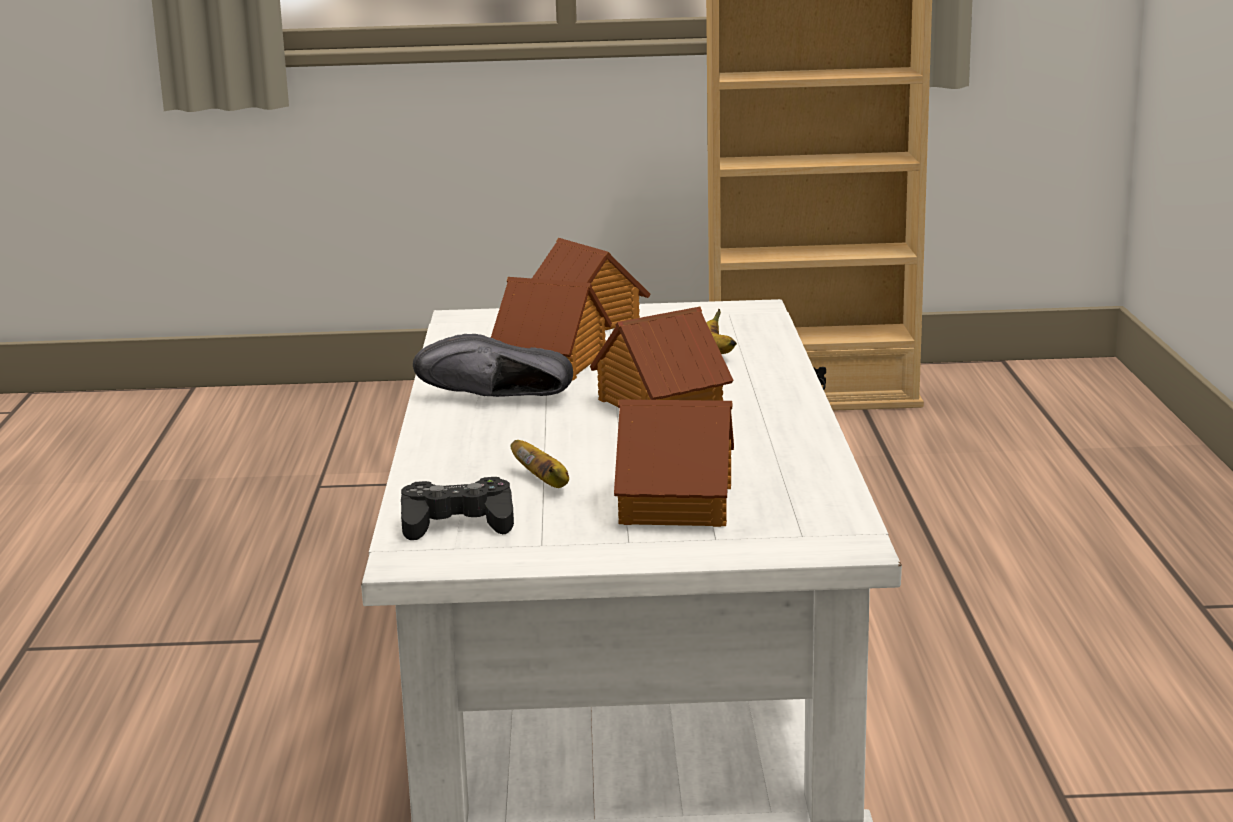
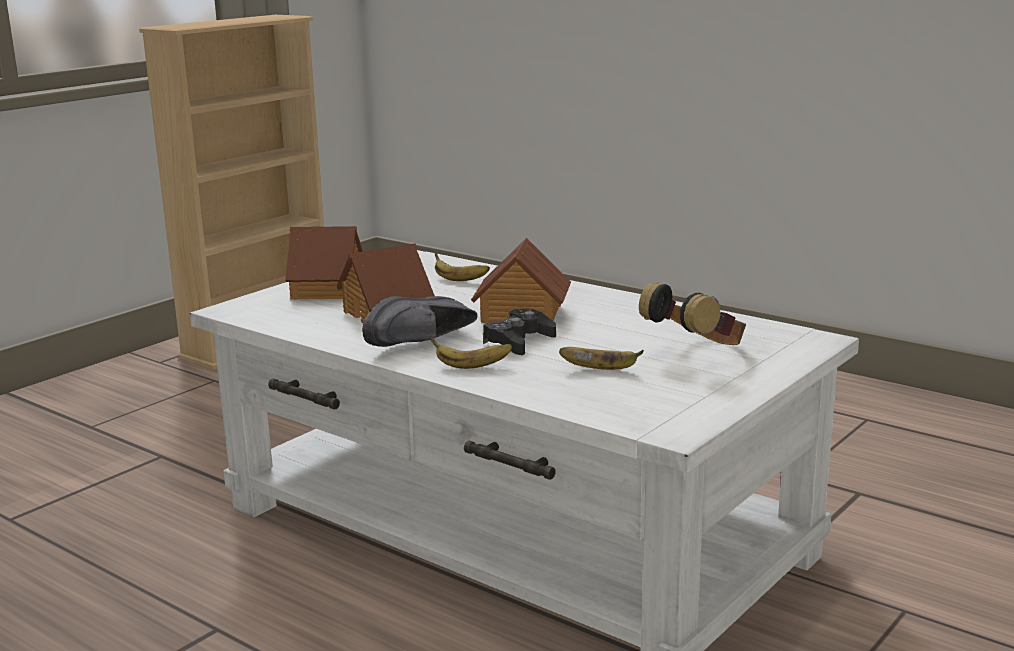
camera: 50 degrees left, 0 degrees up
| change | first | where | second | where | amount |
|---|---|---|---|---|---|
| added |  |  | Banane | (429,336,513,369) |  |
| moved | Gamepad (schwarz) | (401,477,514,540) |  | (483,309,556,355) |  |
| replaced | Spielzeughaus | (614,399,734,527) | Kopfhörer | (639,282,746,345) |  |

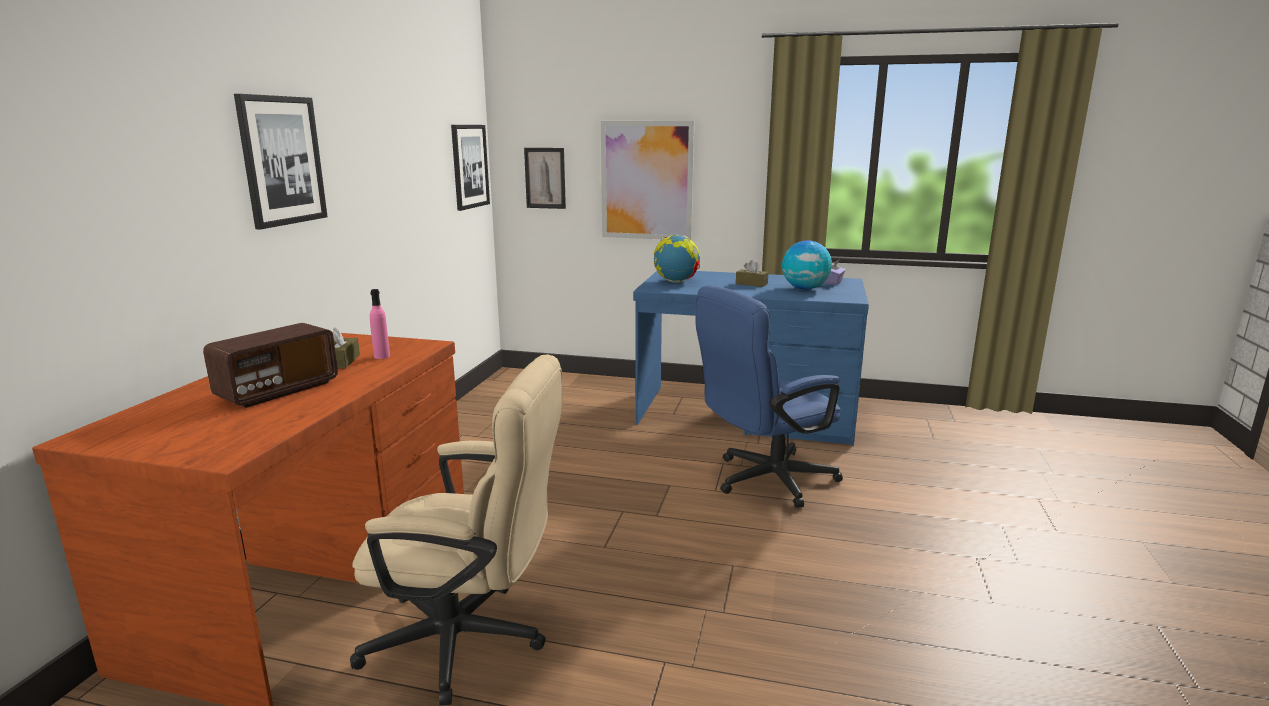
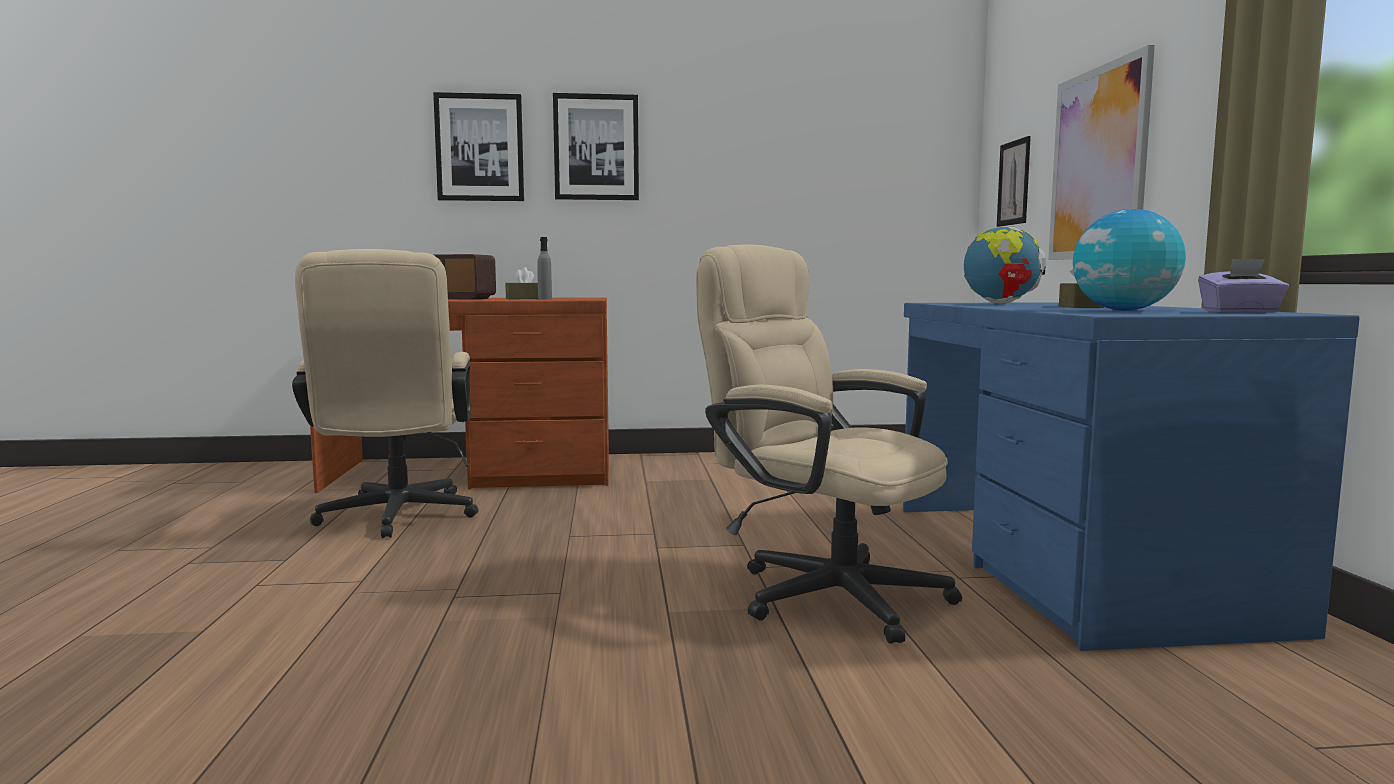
camera: 70 degrees right, 10 degrees down
| change | first | where | second | where | amount |
|---|---|---|---|---|---|
| moved | Bild | (451,125,490,211) |  | (433,92,524,201) |  |
| recoloured | Flasche (rosa) | (370,289,390,359) | Flasche (grau) | (537,237,552,300) |  |
| recoloured | Bürostuhl (blau) | (695,285,843,508) | Bürostuhl (beige) | (696,245,962,644) |  |

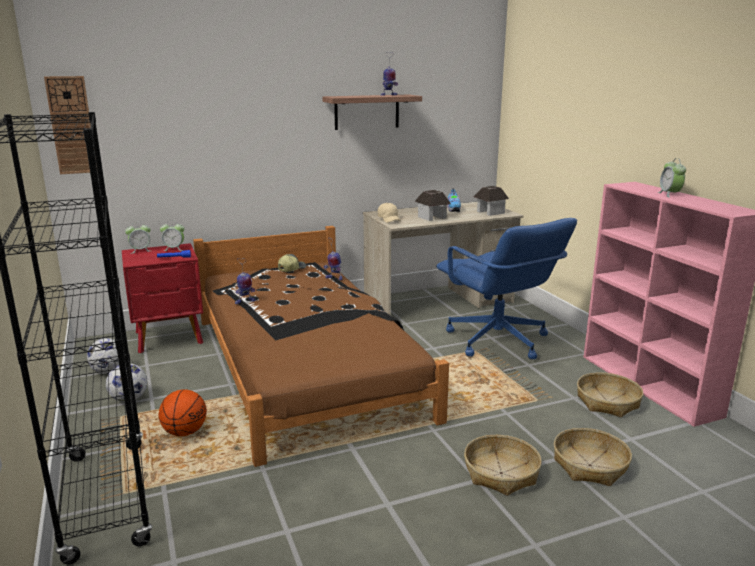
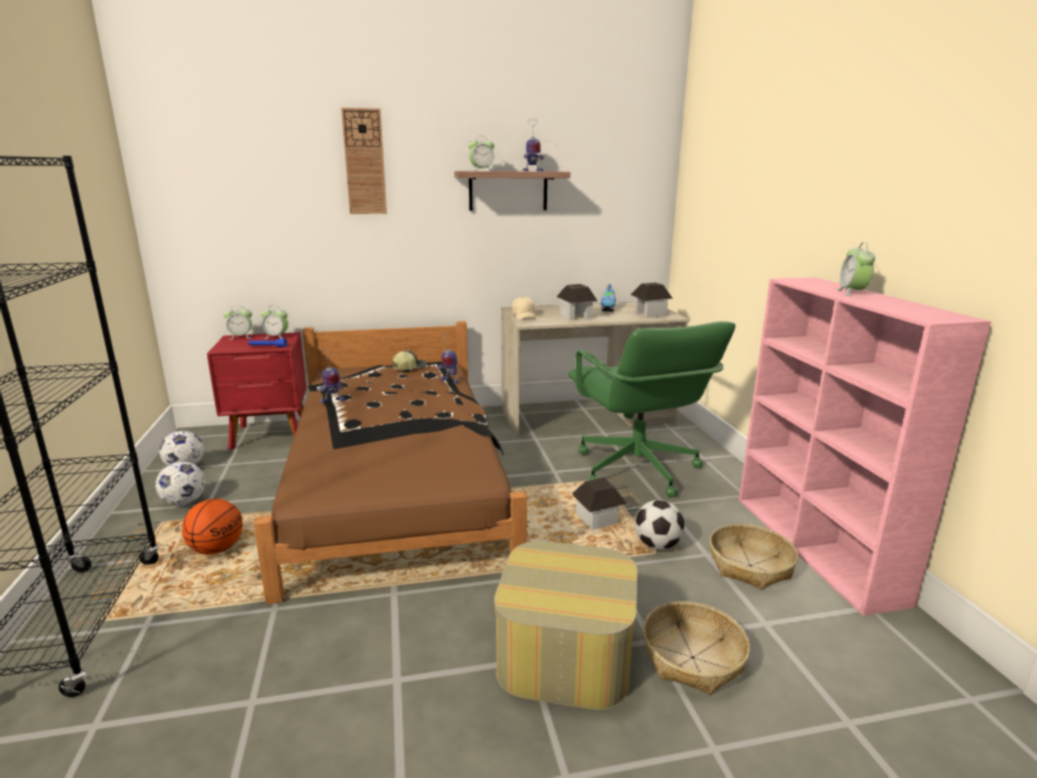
camera: 10 degrees right, 0 degrees up
| change | first | where | second | where | amount |
|---|---|---|---|---|---|
| added |  |  | Wecker | (468,136,494,171) |  |
| added |  |  | Spielzeughaus | (572,477,627,530) |  |
| added |  |  | Fußball | (635,500,685,550) |  |
| moved | Wanduhr | (44,76,96,174) |  | (341,108,387,214) |  |
| replaced | Korb | (464,435,542,496) | Polsterhocker | (494,541,638,710) |  |
| recoloured | Bürostuhl (blau) | (436,218,577,359) | Bürostuhl (grün) | (568,321,736,497) |  |

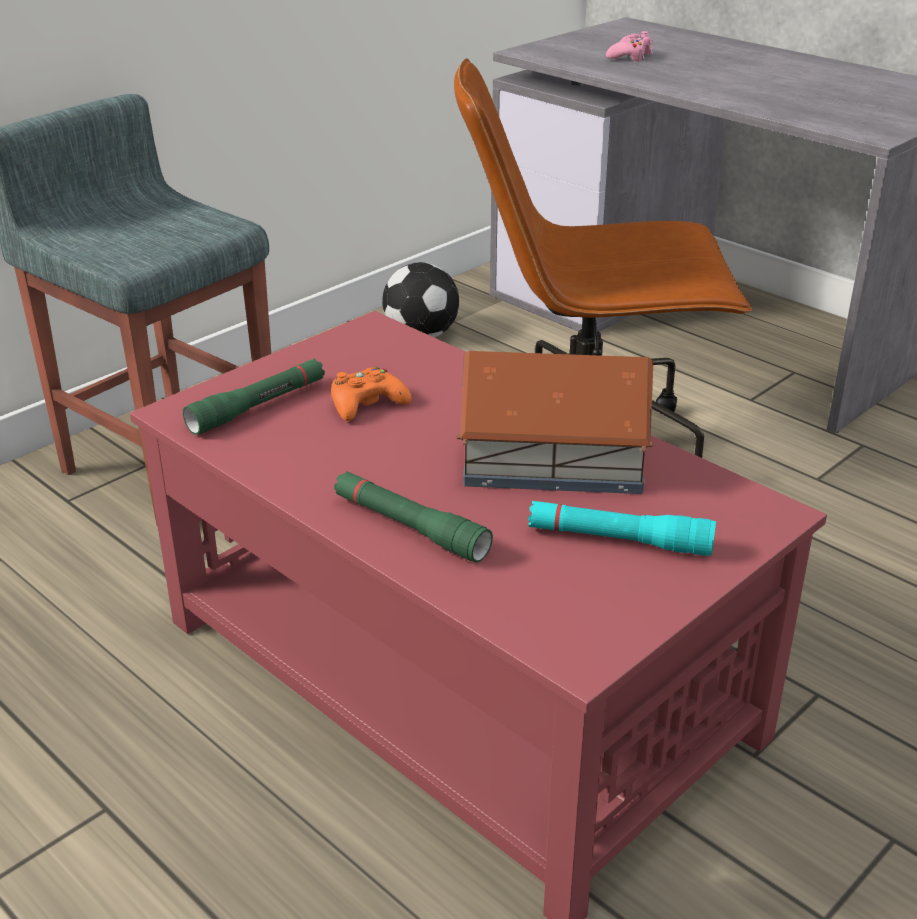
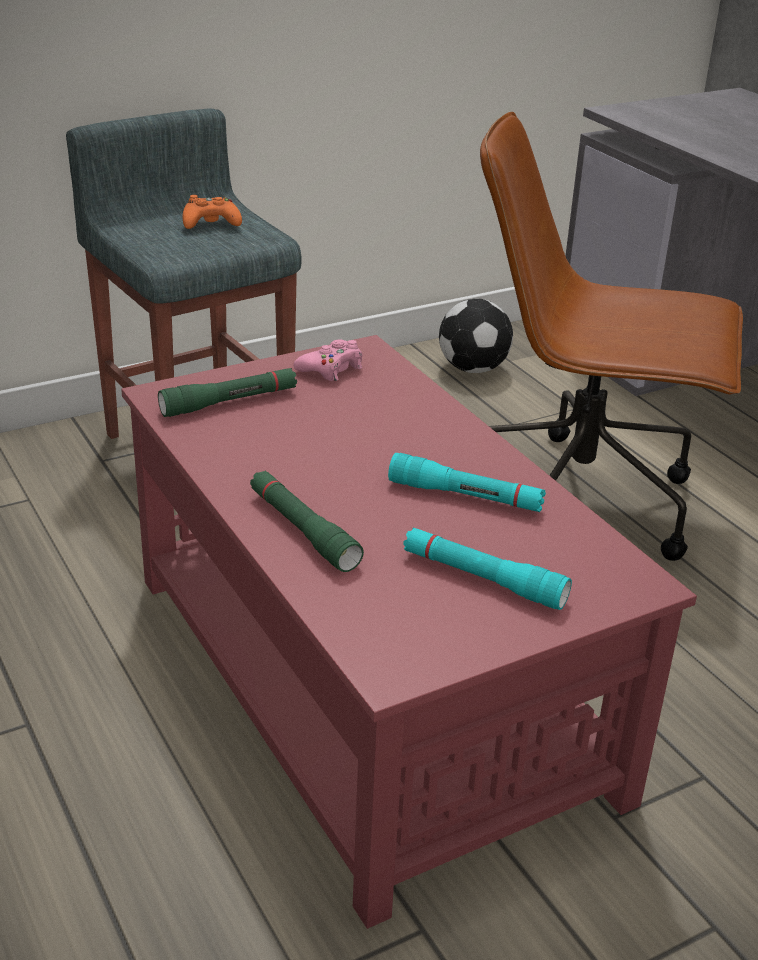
camera: 15 degrees right, 0 degrees up
| change | first | where | second | where | amount |
|---|---|---|---|---|---|
| moved | Gamepad (orange) | (331,366,411,421) |  | (182,195,242,229) |  |
| moved | Gamepad (rosa) | (606,31,652,62) |  | (294,339,362,381) |  |
| replaced | Spielzeughaus | (457,351,654,494) | Taschenlampe (türkis) | (388,453,546,512) |  |

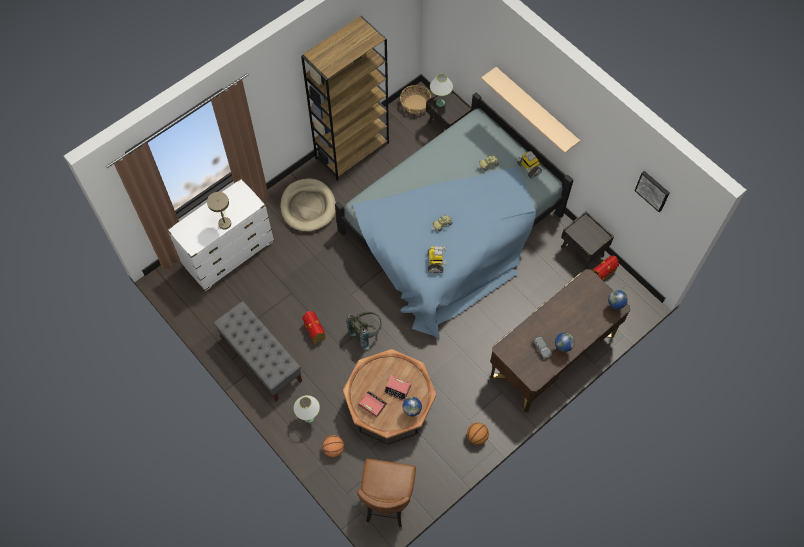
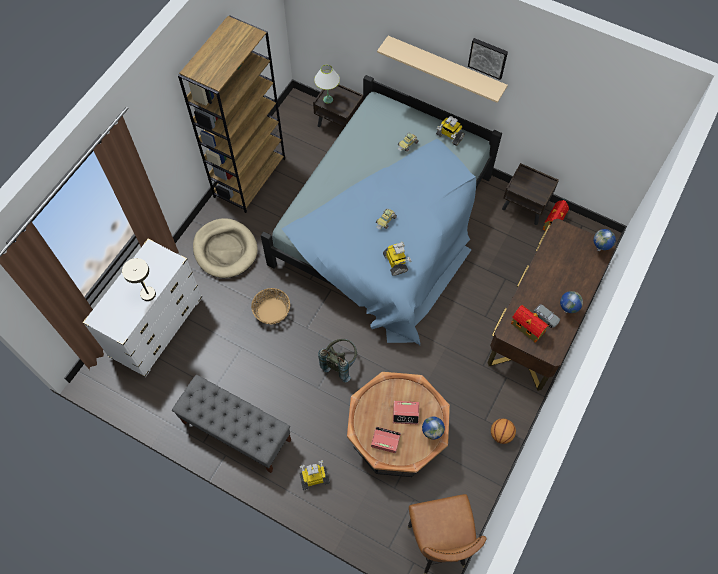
camera: 20 degrees left, 0 degrees up
| change | first | where | second | where | amount |
|---|---|---|---|---|---|
| removed | Basketball | (322,435,345,457) |  |  |  |
| moved | Spielzeughaus | (302,311,326,344) |  | (511,305,549,343) |  |
| moved | Korb | (400,85,431,114) |  | (251,288,290,324) |  |
| moved | Bild | (635,171,670,212) |  | (468,38,508,80) |  |
| replaced | Tischlampe (weiß) | (294,395,320,423) | Spielzeugroboter | (299,460,330,490) |  |

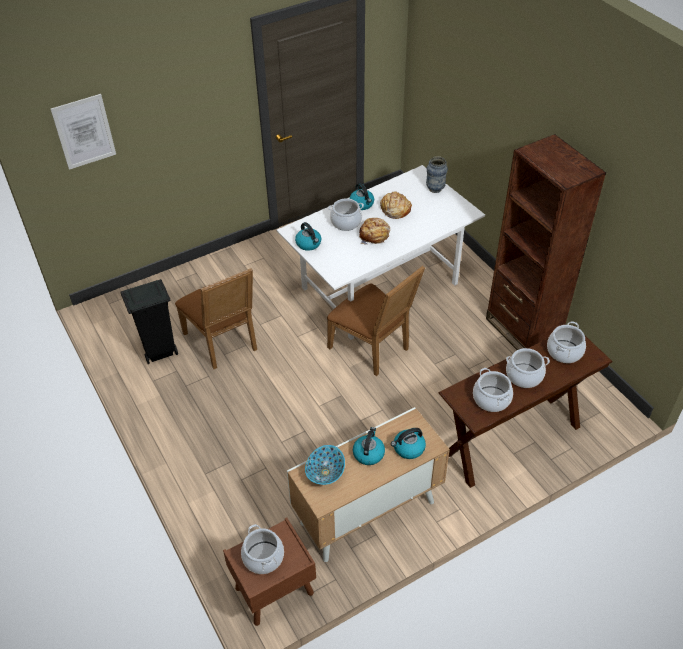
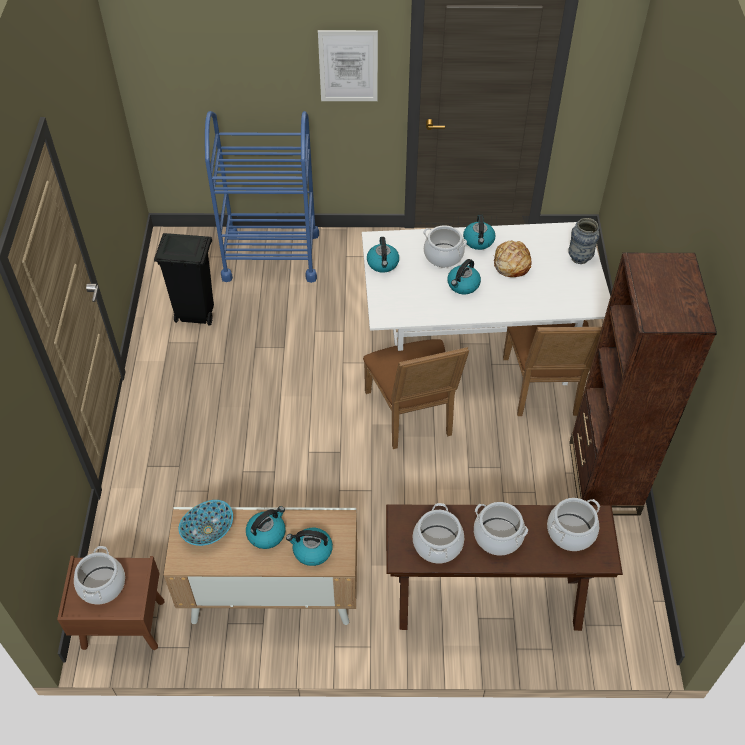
camera: 30 degrees right, 5 degrees up
| change | first | where | second | where | amount |
|---|---|---|---|---|---|
| added |  |  | Rollwagen (blau) | (205,111,319,283) |  |
| moved | Bild | (51,94,116,170) |  | (318,30,378,101) |  |
| moved | Stuhl (braun) | (175,268,257,369) |  | (503,320,602,416) |  |
| replaced | Brot | (359,218,390,245) | Wasserkessel | (447,259,481,294) |  |

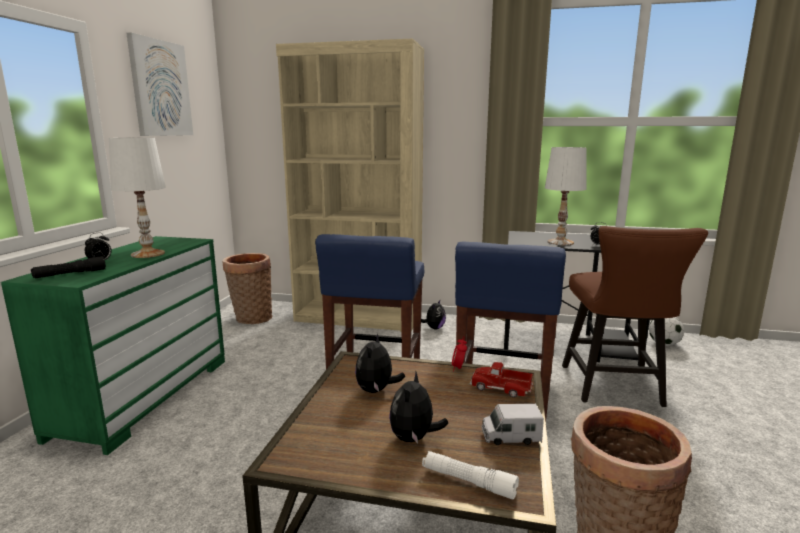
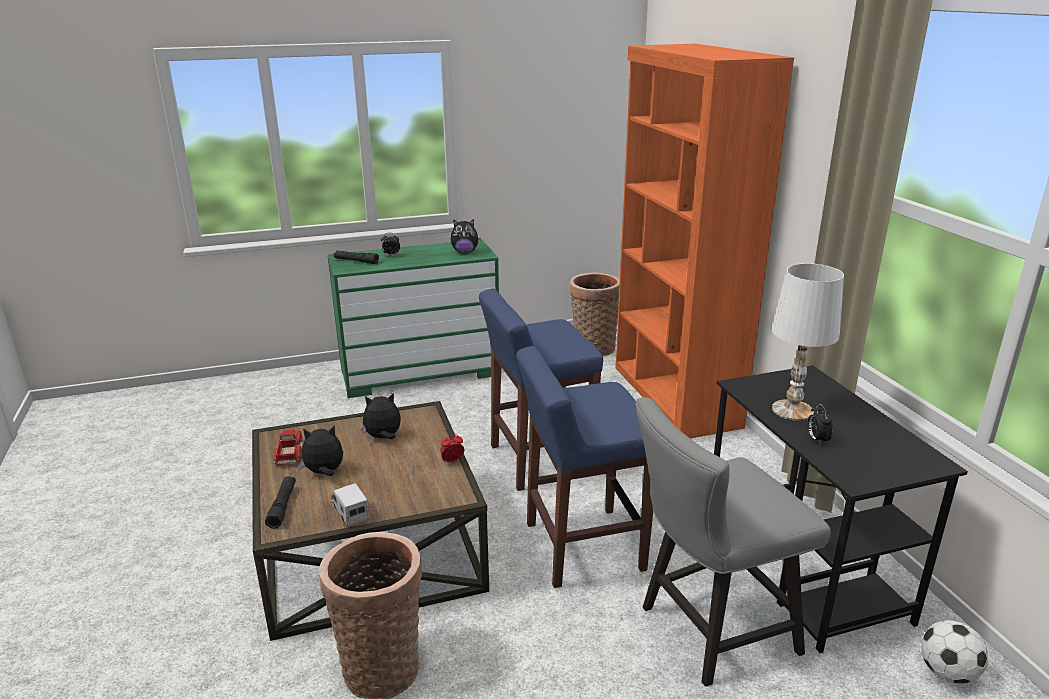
camera: 60 degrees right, 10 degrees up
| change | first | where | second | where | amount |
|---|---|---|---|---|---|
| removed | Tischlampe (weiß) | (109,138,166,258) |  |  |  |
| removed | Bild | (126,33,193,136) |  |  |  |
| moved | Plüschtier | (421,300,446,329) |  | (451,219,481,253) |  |
| moved | Spielzeuglaster | (470,362,533,398) |  | (274,429,303,464) |  |
| recoloured | Bücherregal (beige) | (276,39,424,332) | Bücherregal (orange) | (615,44,794,438) |  |
| recoloured | Taschenlampe (weiß) | (422,451,519,500) | Taschenlampe (schwarz) | (265,476,296,529) |  |
| recoloured | Stuhl (braun) | (562,226,708,407) | Stuhl (grau) | (635,397,831,687) |  |

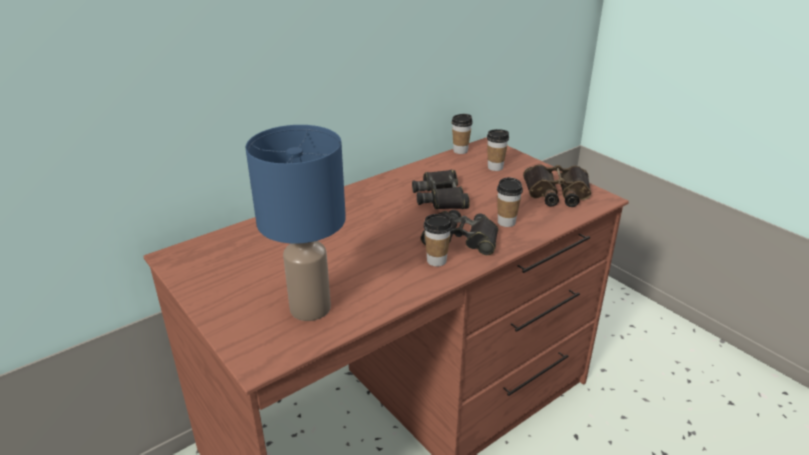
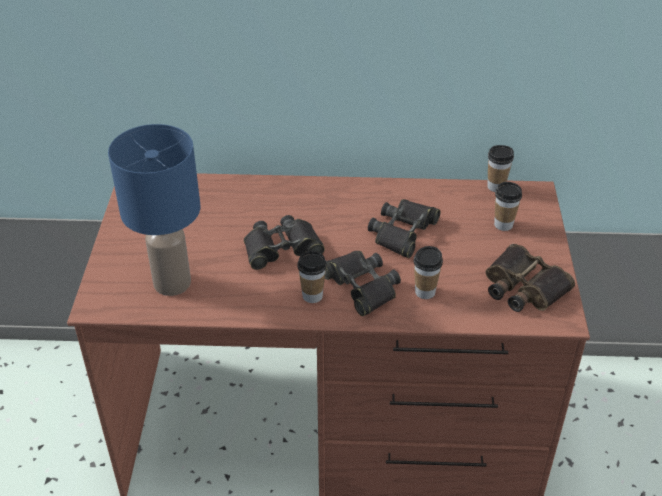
camera: 40 degrees right, 10 degrees up
| change | first | where | second | where | amount |
|---|---|---|---|---|---|
| added |  |  | Fernglas (schwarz) | (244,215,325,270) |  |

